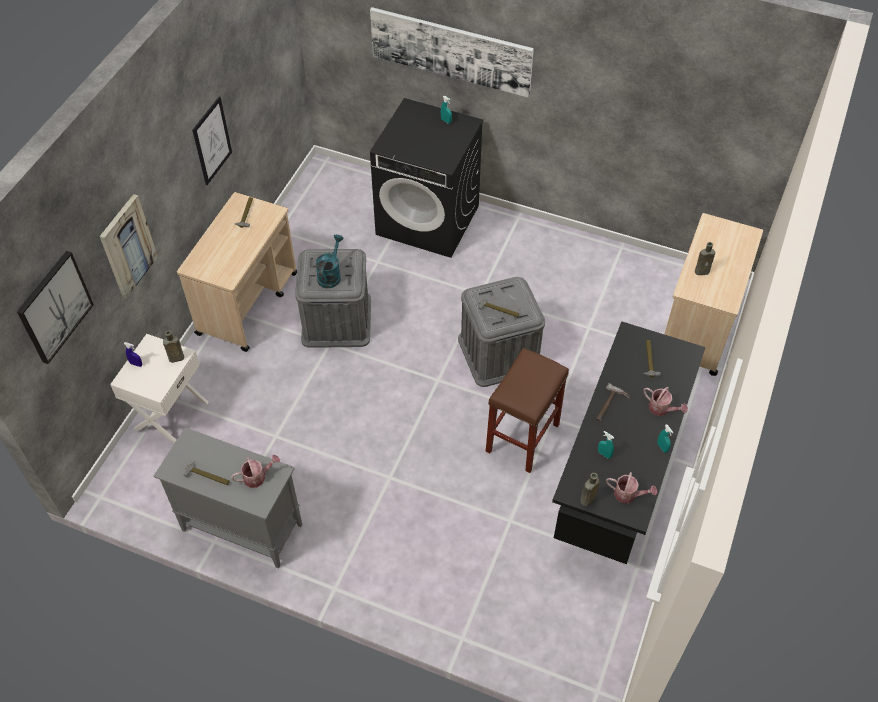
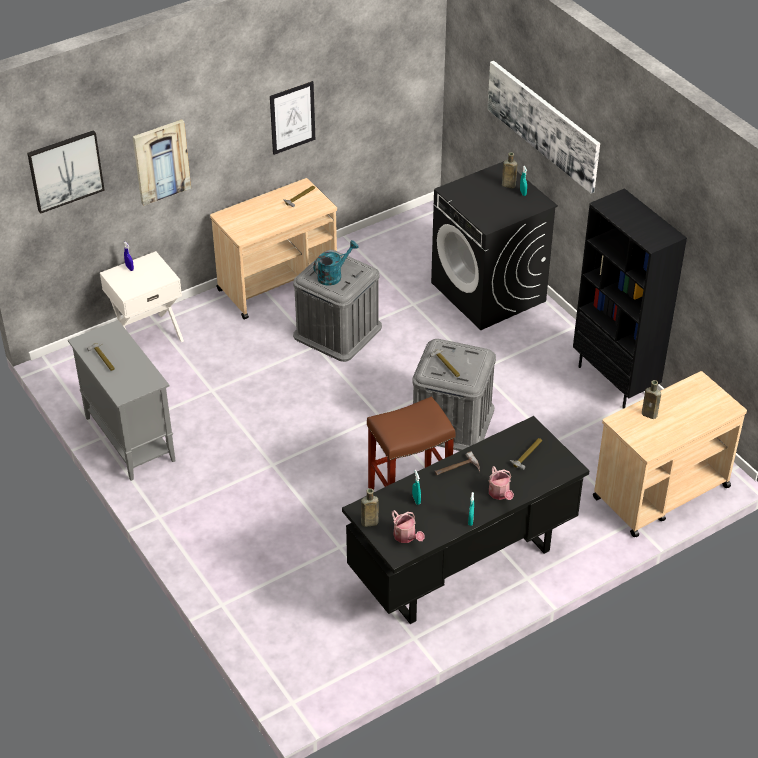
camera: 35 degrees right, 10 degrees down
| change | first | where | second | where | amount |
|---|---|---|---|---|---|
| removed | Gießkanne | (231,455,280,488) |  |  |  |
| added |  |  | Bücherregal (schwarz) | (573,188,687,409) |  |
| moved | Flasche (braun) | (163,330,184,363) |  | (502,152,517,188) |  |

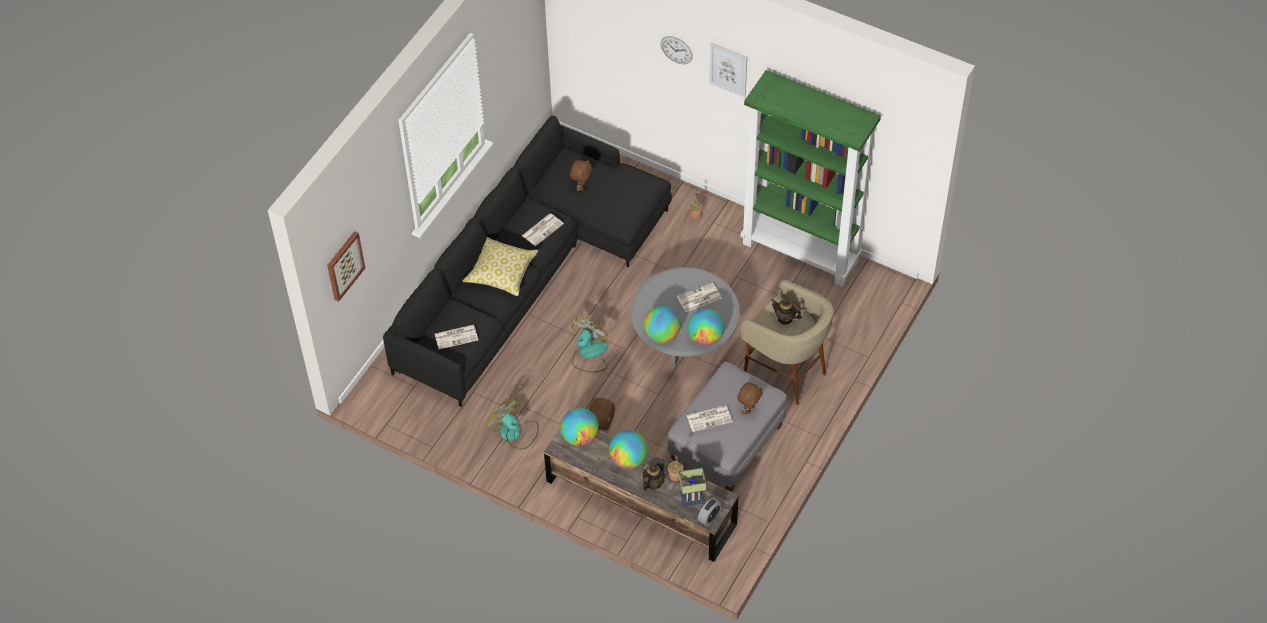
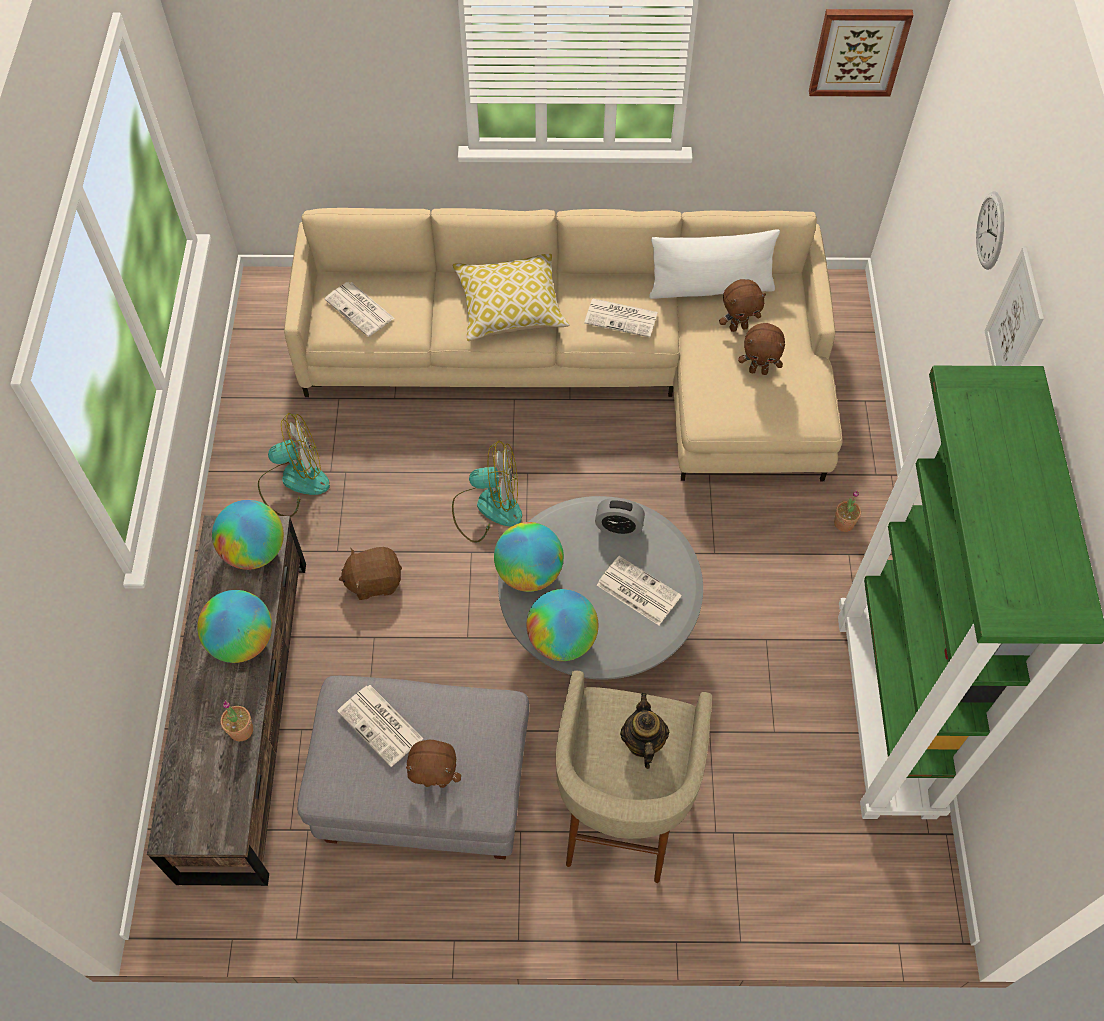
camera: 60 degrees right, 5 degrees up
| change | first | where | second | where | amount |
|---|---|---|---|---|---|
| removed | Teekanne | (643,459,665,490) |  |  |  |
| removed | Tischlampe | (679,467,706,507) |  |  |  |
| added |  |  | Kissen (weiß) | (649,229,780,299) |  |
| added |  |  | Plüschtier (braun) | (738,323,785,375) |  |
| moved | Bild | (327,231,365,302) |  | (809,9,913,97) |  |
| moved | Wecker | (698,498,722,526) |  | (595,498,645,536) |  |
| recoloured | Sofa (schwarz) | (383,116,672,407) | Sofa (beige) | (284,208,843,481) |  |
| turned | Ventilator | (486,397,539,449) |  | (258,413,330,517) | 60 degrees clockwise |

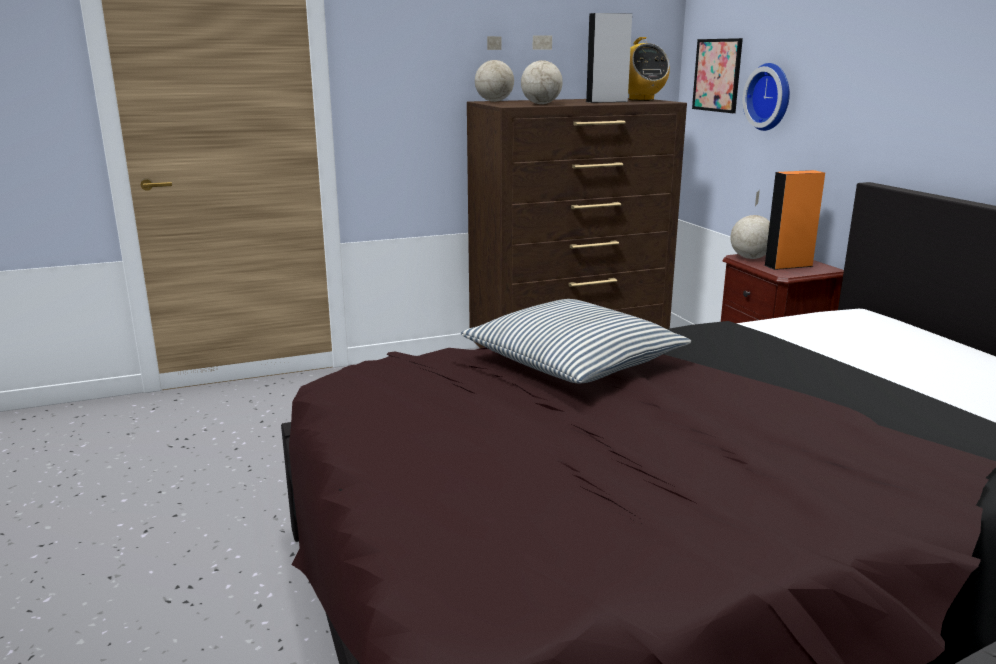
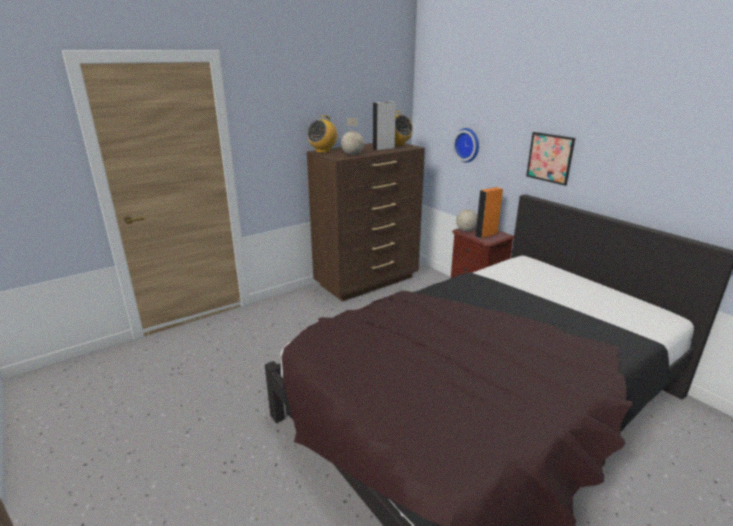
camera: 15 degrees left, 5 degrees up
| change | first | where | second | where | amount |
|---|---|---|---|---|---|
| removed | Kissen | (461,299,691,383) |  |  |  |
| moved | Bild | (692,38,743,113) |  | (526,132,575,186) |  |
| replaced | Globus | (475,36,514,102) | Radio | (307,116,338,153) |  |

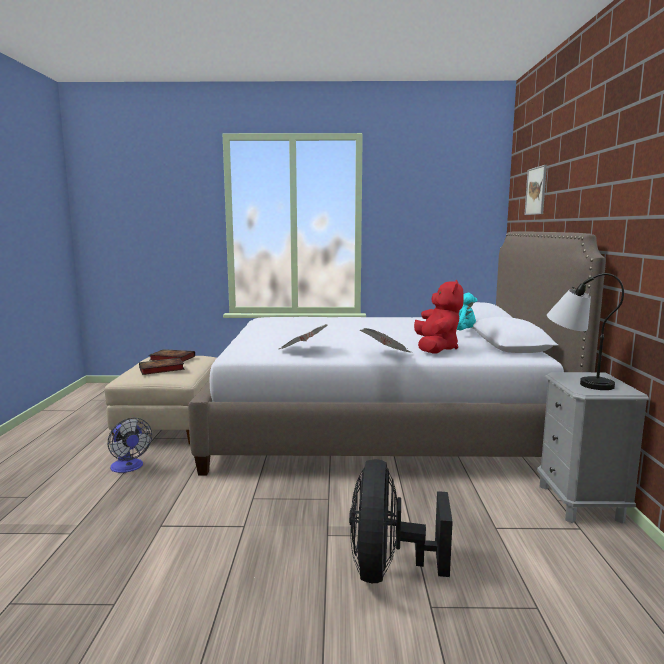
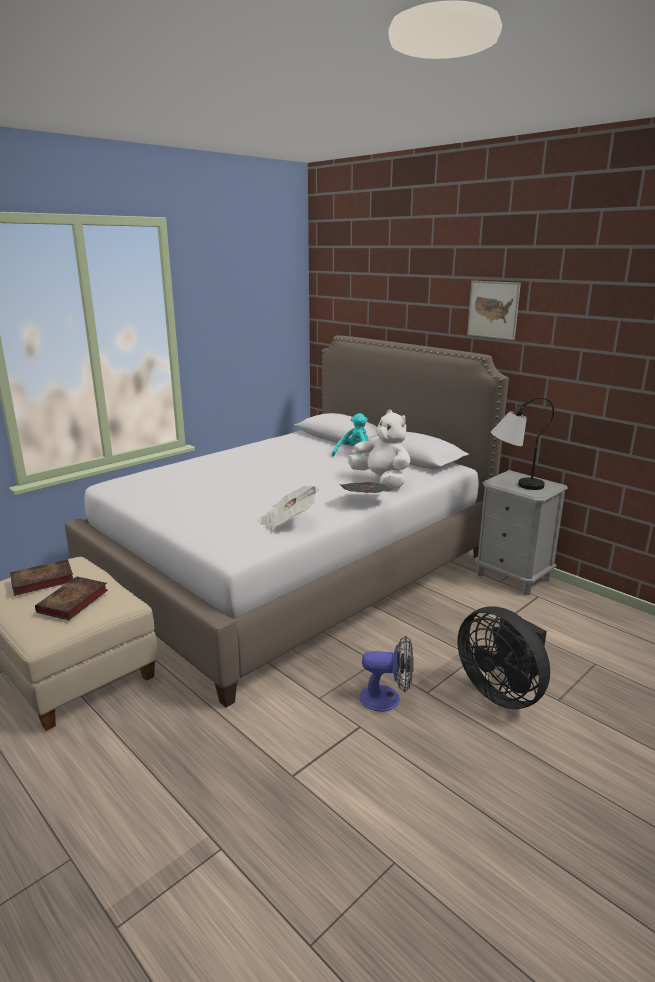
camera: 45 degrees left, 10 degrees up
| change | first | where | second | where | amount |
|---|---|---|---|---|---|
| moved | Ventilator | (108,418,152,473) |  | (360,636,414,712) |  |
| moved | Bild | (524,165,547,215) |  | (467,281,521,340) |  |
| recoloured | Plüschtier (rot) | (414,280,464,354) | Plüschtier (weiß) | (348,409,410,489) |  |

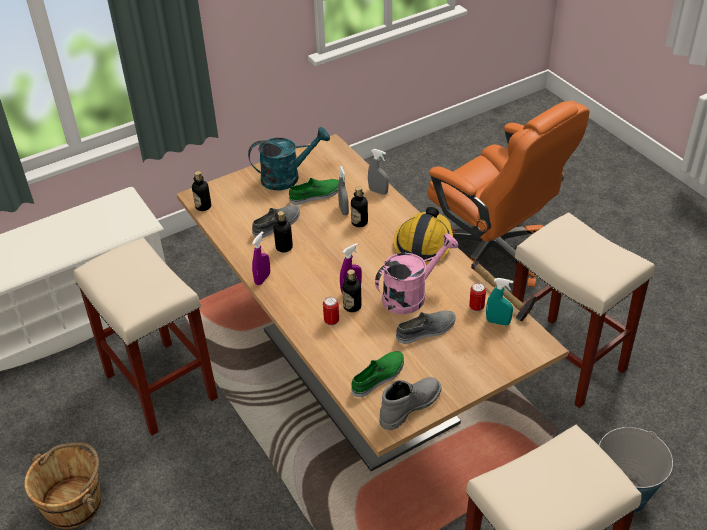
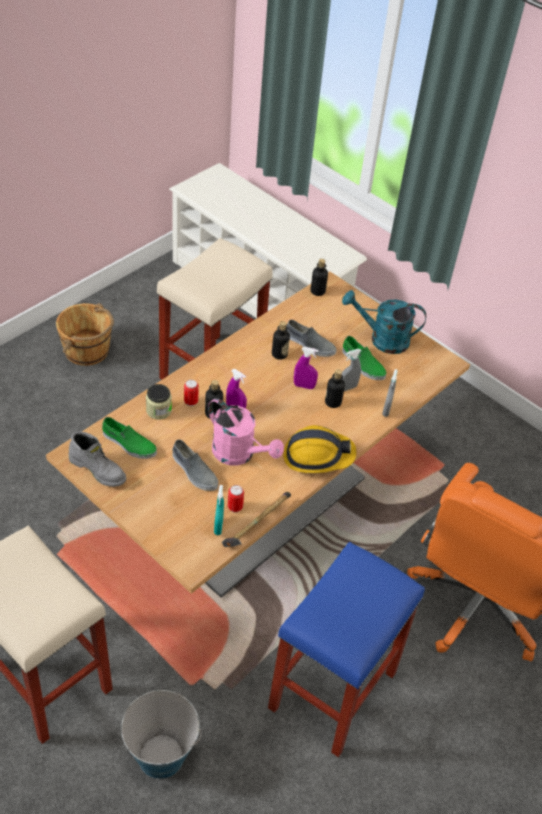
camera: 70 degrees right, 5 degrees up
| change | first | where | second | where | amount |
|---|---|---|---|---|---|
| added |  |  | Vorratsglas | (146,384,172,420) |  |
| moved | Sprühflasche (lila) | (252,231,270,285) |  | (294,347,319,389) |  |
| recoloured | Hocker (beige) | (512,212,655,408) | Hocker (blau) | (268,542,425,757) |  |
| turned | Gießkanne (türkis) | (248,127,330,190) |  | (342,290,426,354) | 135 degrees clockwise |

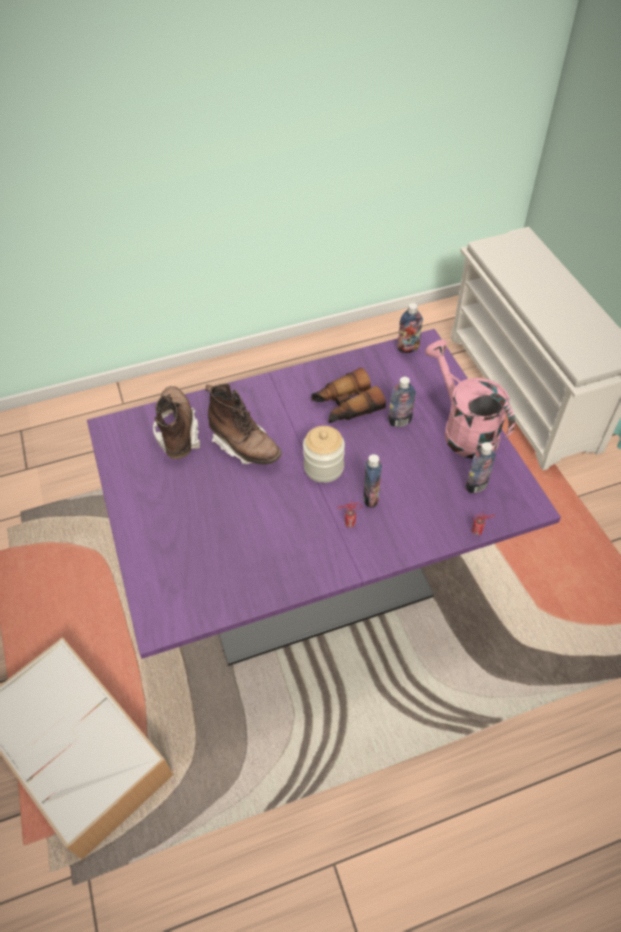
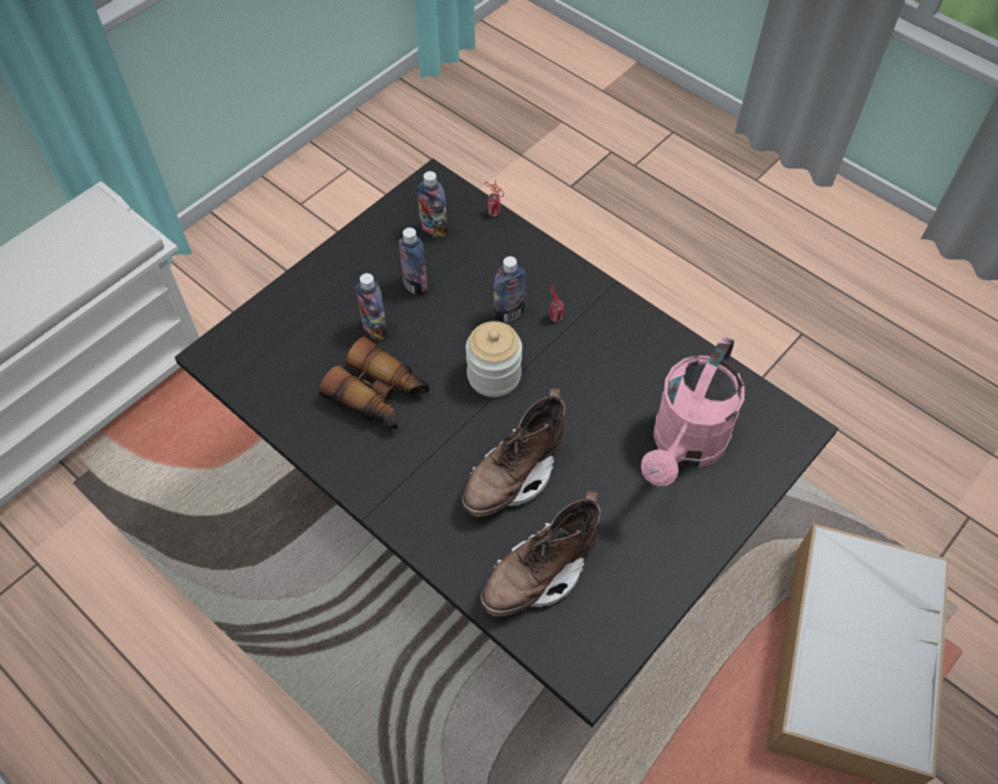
camera: 120 degrees left, 5 degrees up
| change | first | where | second | where | amount |
|---|---|---|---|---|---|
| moved | Flasche | (397,303,423,353) |  | (398,228,428,296) |  |
| moved | Gießkanne (rosa) | (425,340,515,459) |  | (641,336,745,486) |  |
| recoloured | Esstisch (lila) | (87,329,561,666) | Esstisch (schwarz) | (175,159,838,727) |  |
| turned | Stiefel (braun) | (205,384,282,464) |  | (461,388,565,517) | 150 degrees counterclockwise |

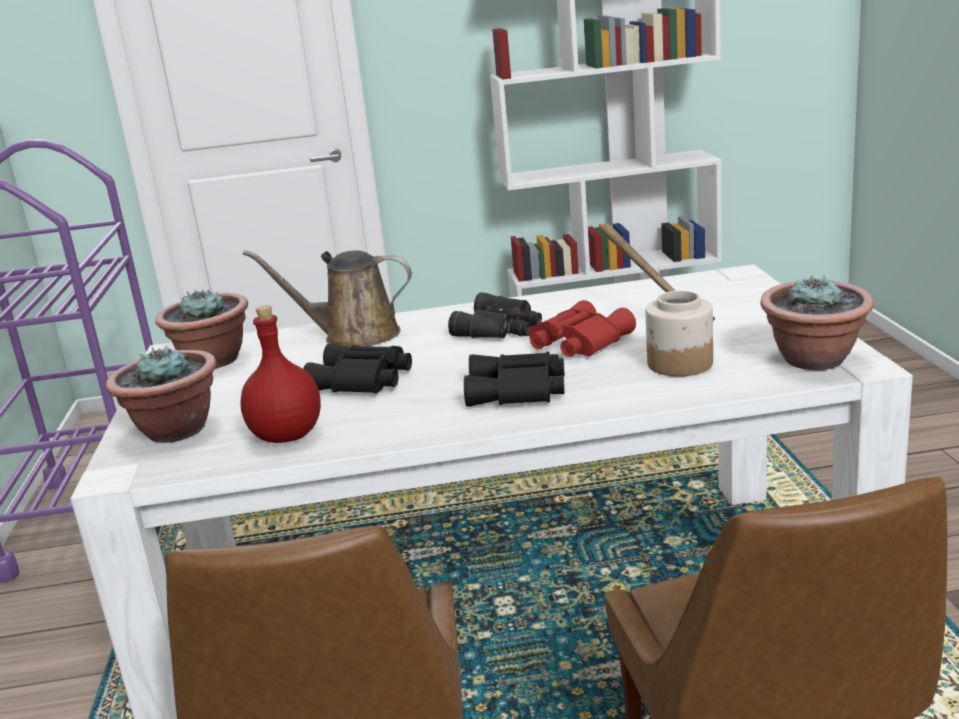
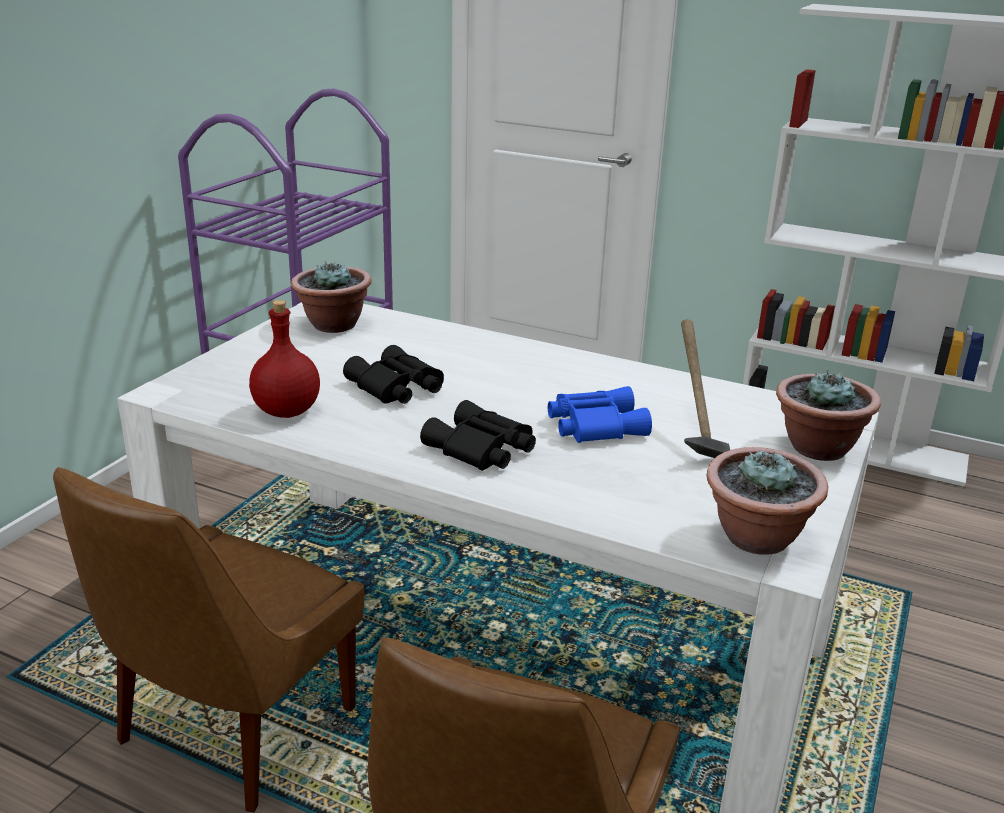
camera: 30 degrees right, 5 degrees up
| change | first | where | second | where | amount |
|---|---|---|---|---|---|
| removed | Gießkanne (braun) | (243,250,412,347) |  |  |  |
| removed | Fernglas (schwarz) | (448,293,542,338) |  |  |  |
| removed | Vorratsglas | (645,291,713,376) |  |  |  |
| moved | Topfpflanze | (105,345,217,443) |  | (776,370,881,461) |  |
| recoloured | Fernglas (rot) | (529,300,636,357) | Fernglas (blau) | (548,386,652,443) |  |

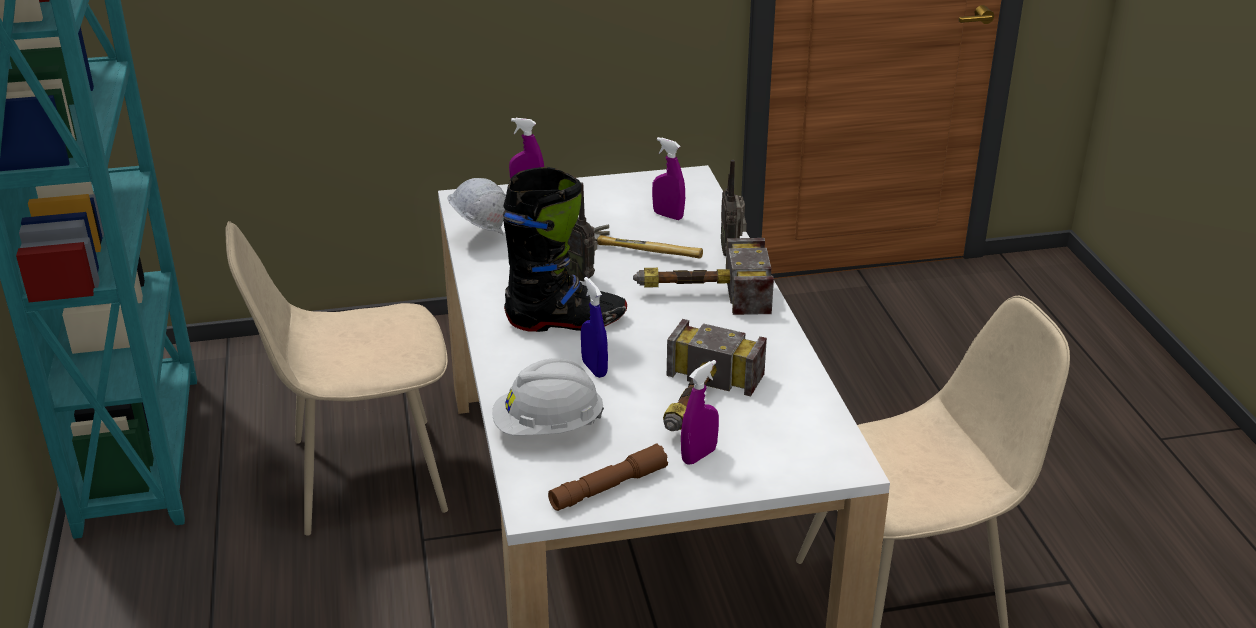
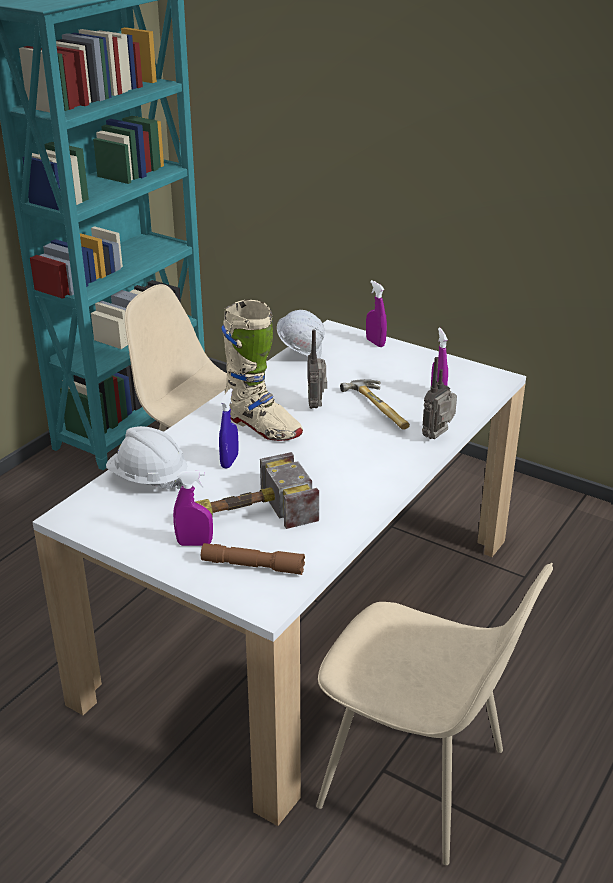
camera: 45 degrees right, 0 degrees up
| change | first | where | second | where | amount |
|---|---|---|---|---|---|
| removed | Hammer | (633,238,774,315) |  |  |  |
| moved | Taschenlampe (braun) | (548,444,668,511) |  | (201,543,305,575) |  |
| recoloured | Stiefel (schwarz) | (503,167,627,332) | Stiefel (beige) | (221,299,303,441) |  |

